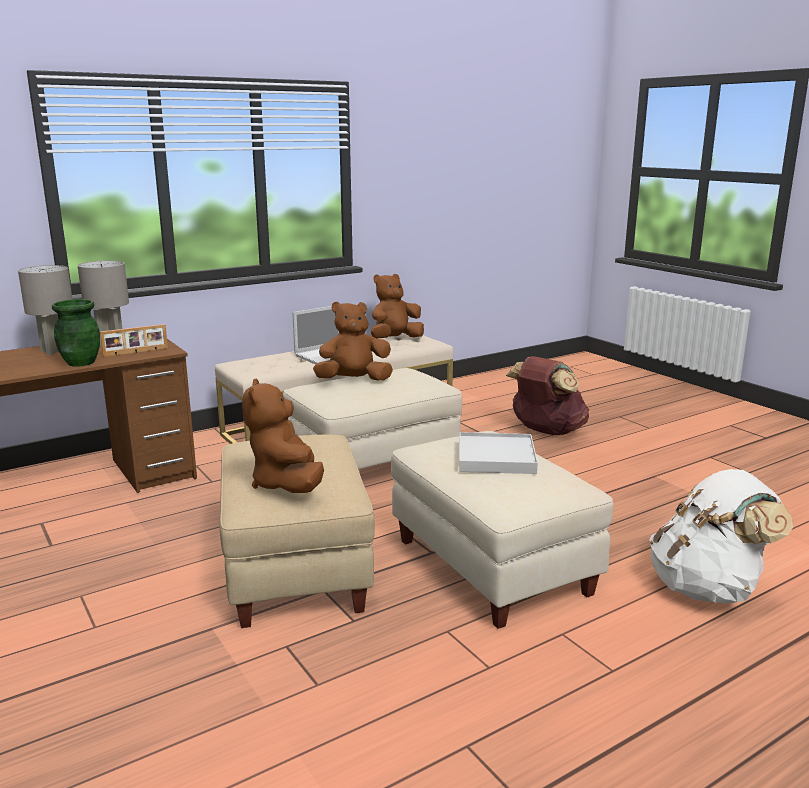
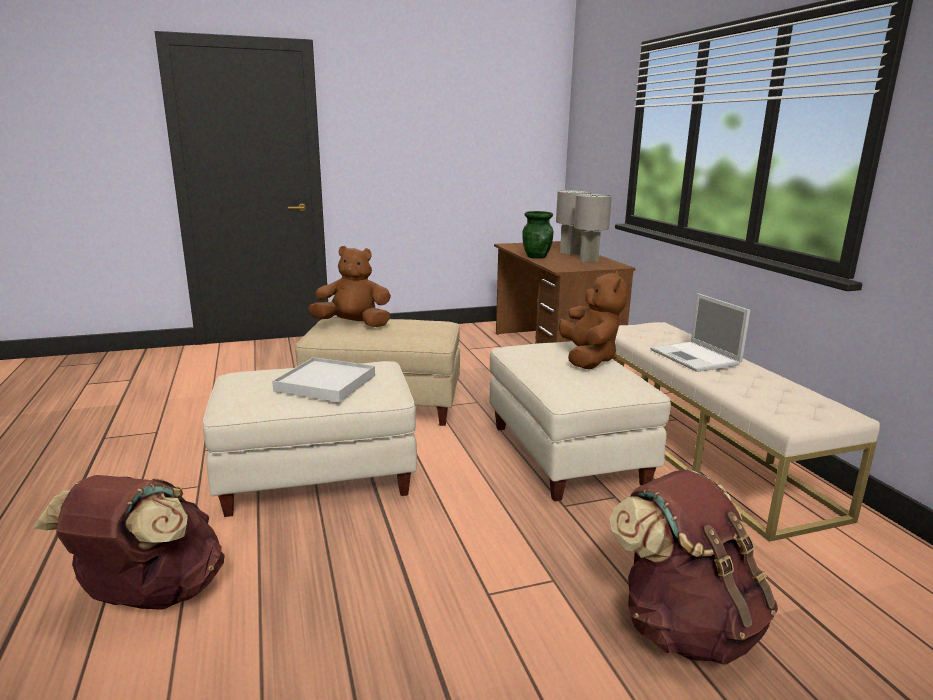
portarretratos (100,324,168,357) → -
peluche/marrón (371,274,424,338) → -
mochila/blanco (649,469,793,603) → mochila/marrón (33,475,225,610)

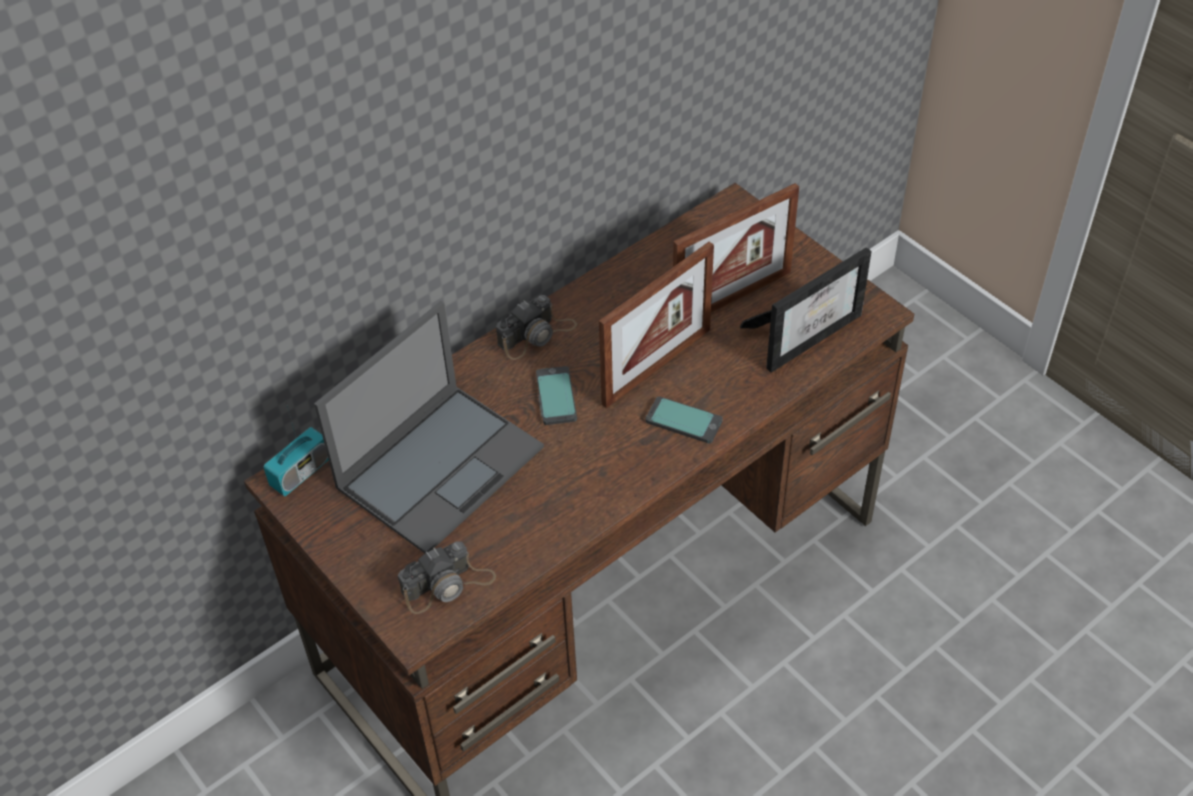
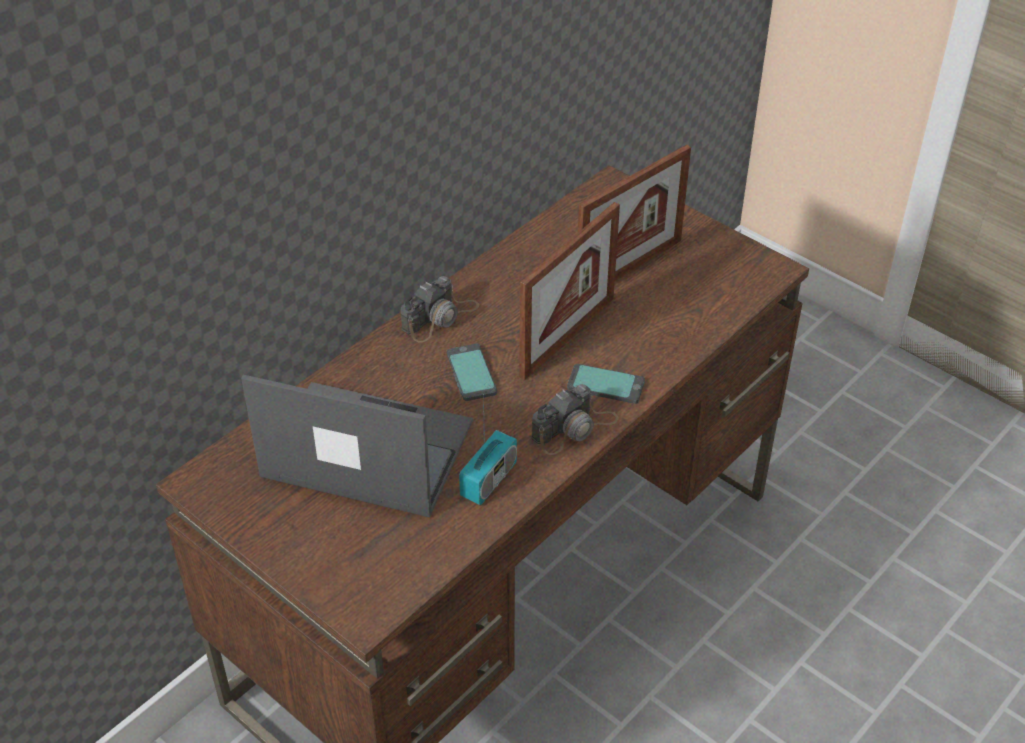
portarretratos (740,247,872,373) → -
radio (264,396,328,496) → radio (459,394,517,505), move
cámara (398,542,496,614) → cámara (532,384,619,455), move
portátil (314,301,544,553) → portátil (241,375,473,517), 105 degrees counterclockwise

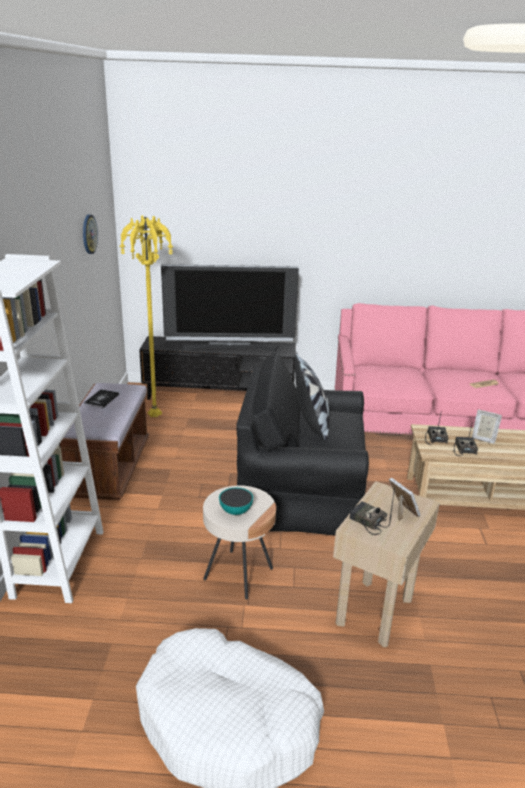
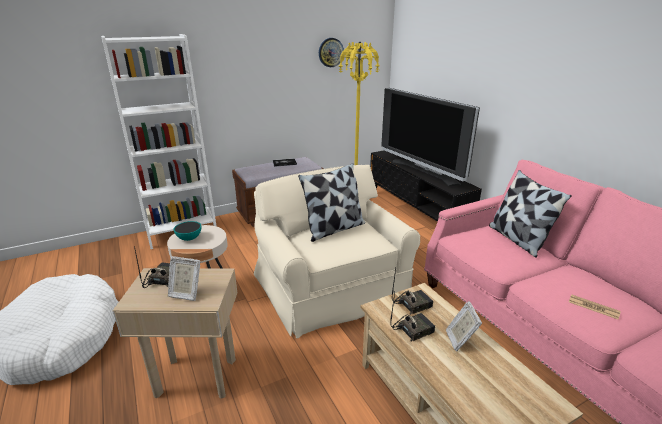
- → cojín (489,170,572,258)
sillón/negro (236,352,369,535) → sillón/beis (254,165,420,339)
portarretratos (389,478,421,521) → portarretratos (168,256,201,301), 75 degrees clockwise

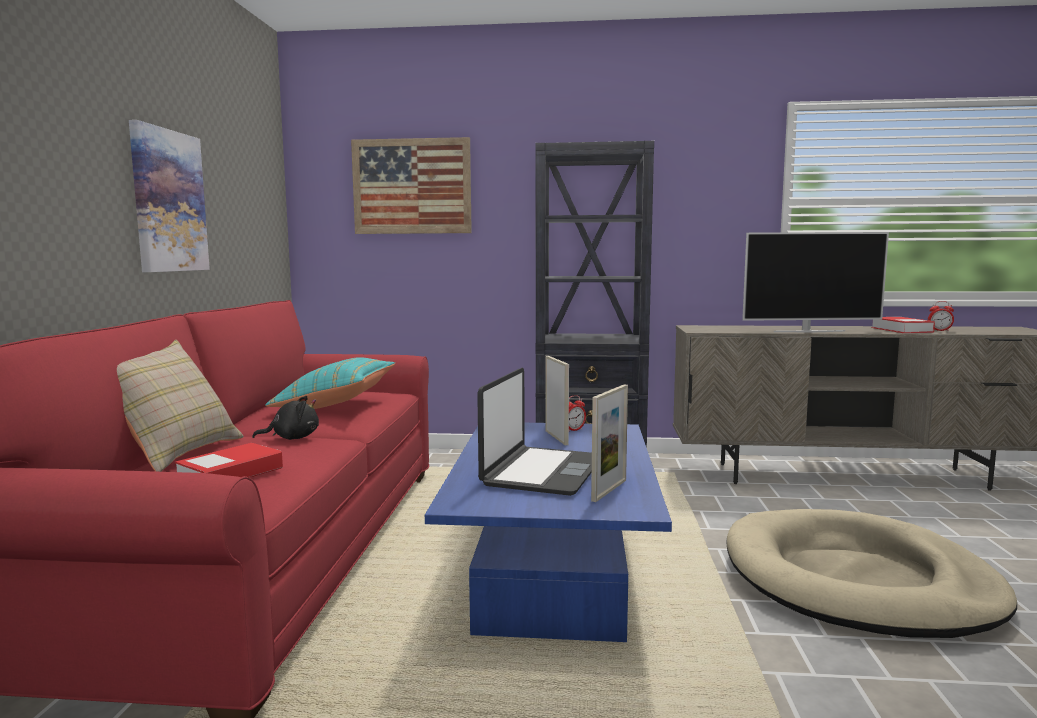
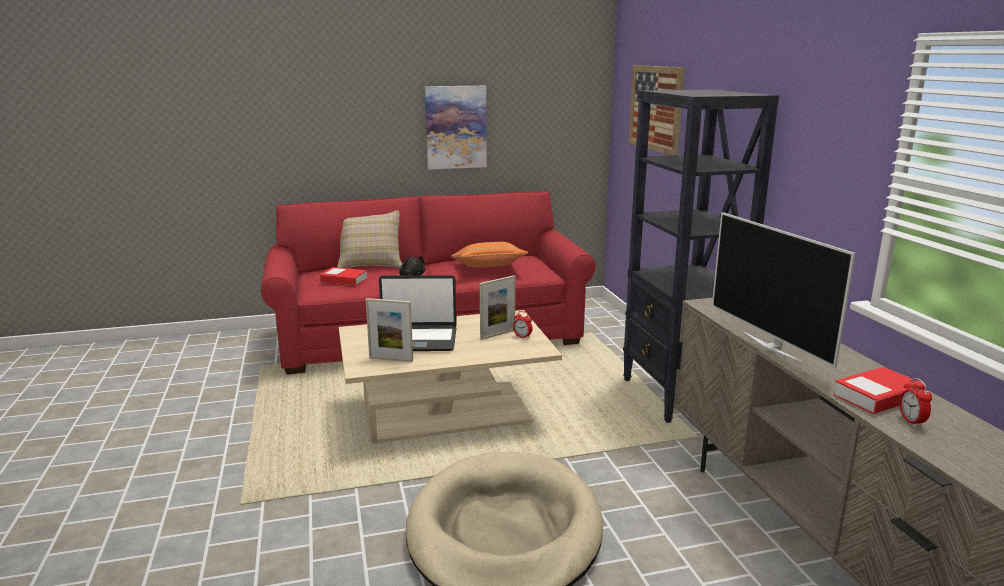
cojín/turquesa (265,357,395,409) → cojín/naranja (450,242,529,268)
mesa de centro/azul (425,423,672,642) → mesa de centro/beis (339,310,562,444)

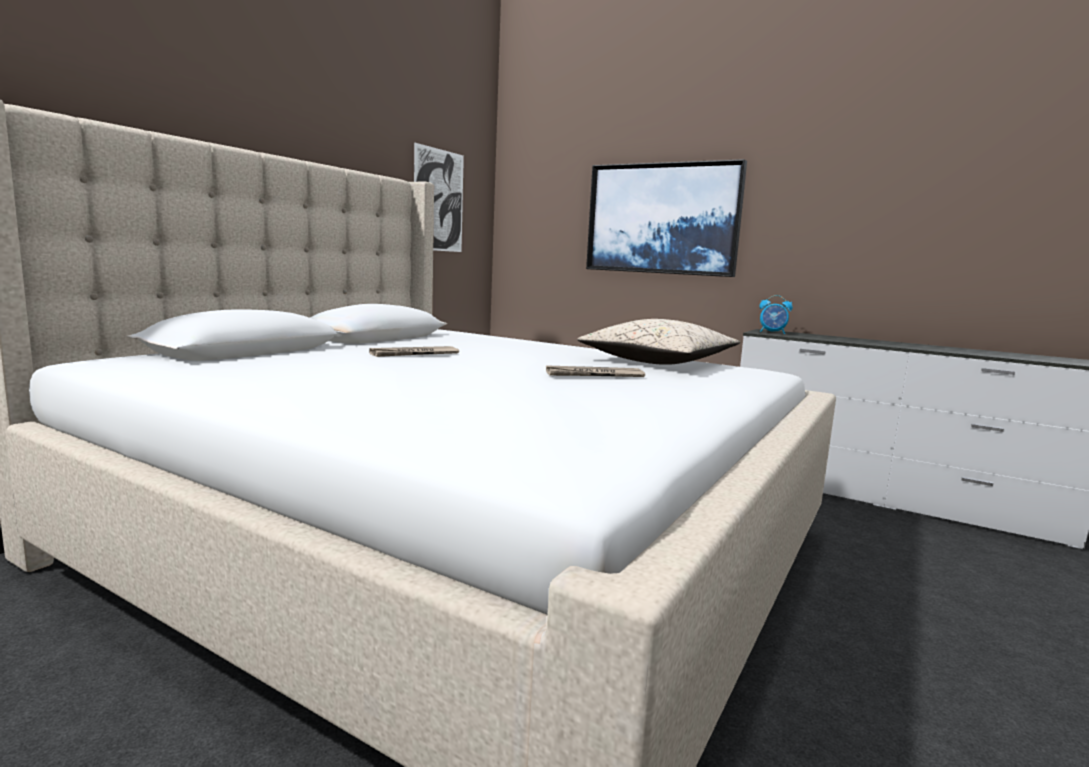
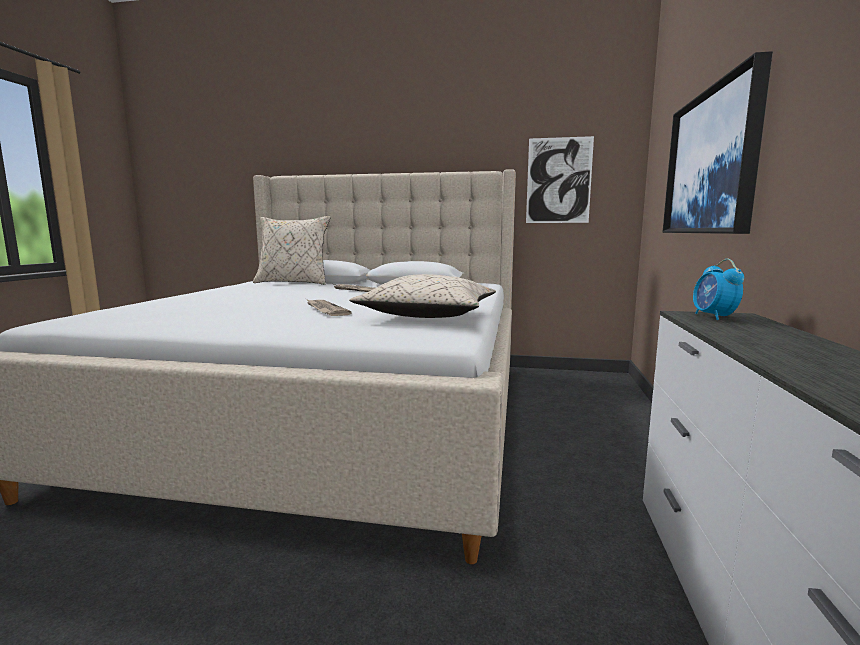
- → cojín/beis (253,216,331,285)

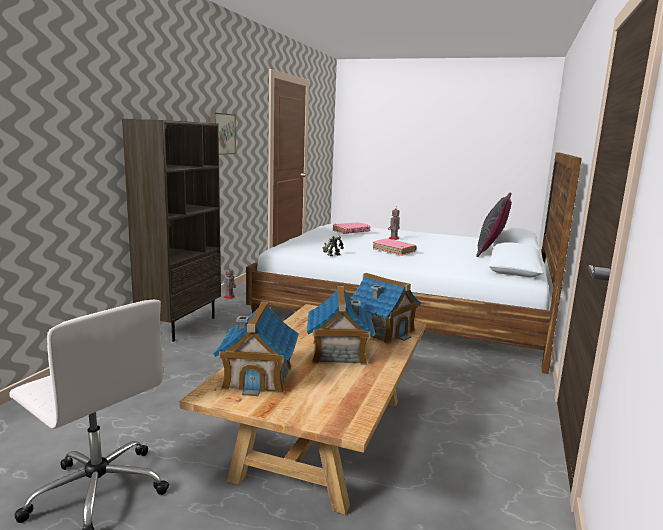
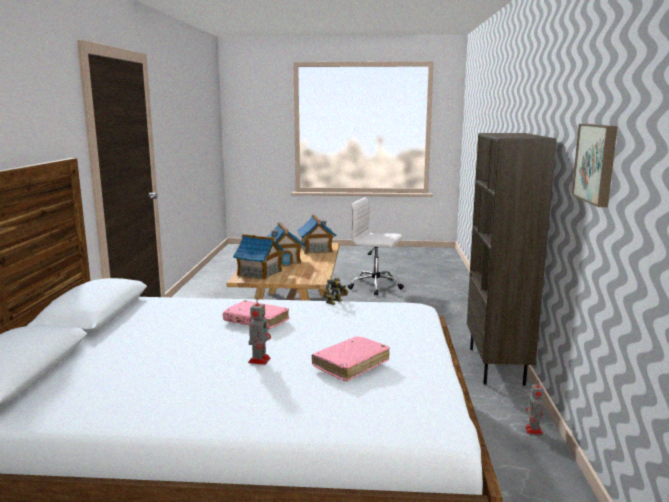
cojín/gris (476,192,512,257) → -

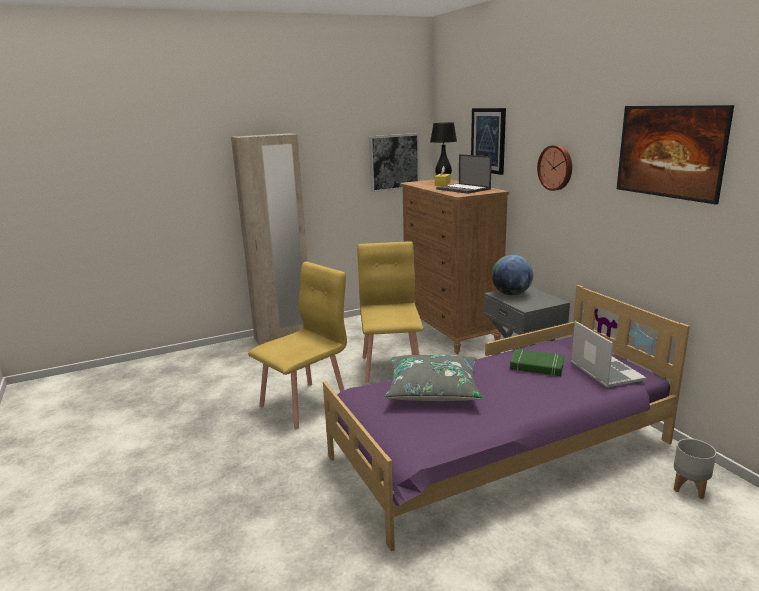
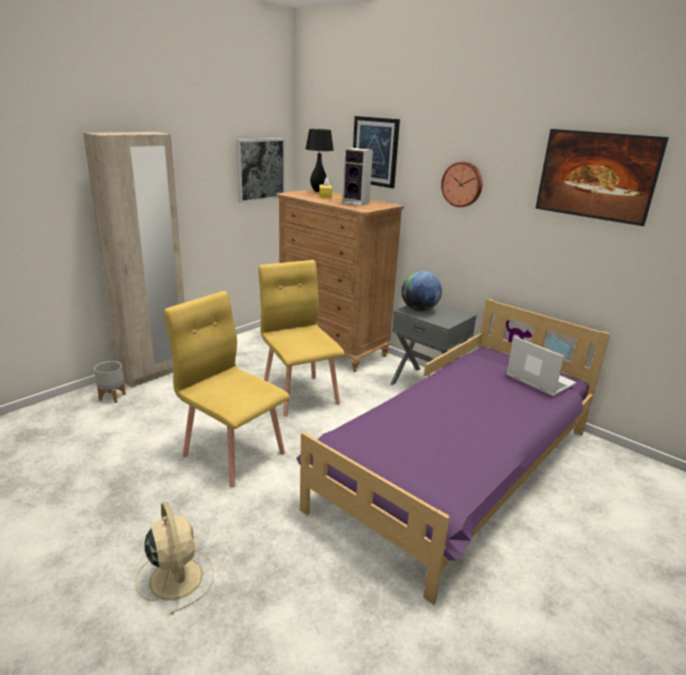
cojín/gris (384,355,483,401) → -
libro/verde (510,349,564,376) → -
- → ventilador/beis (135,502,214,615)
maceta/gris (674,439,716,499) → maceta/gris (94,361,126,403), move
portátil (436,154,492,194) → altavoz (342,148,373,206)
silla/amarillo (248,262,347,429) → silla/amarillo (164,291,290,488), 75 degrees counterclockwise

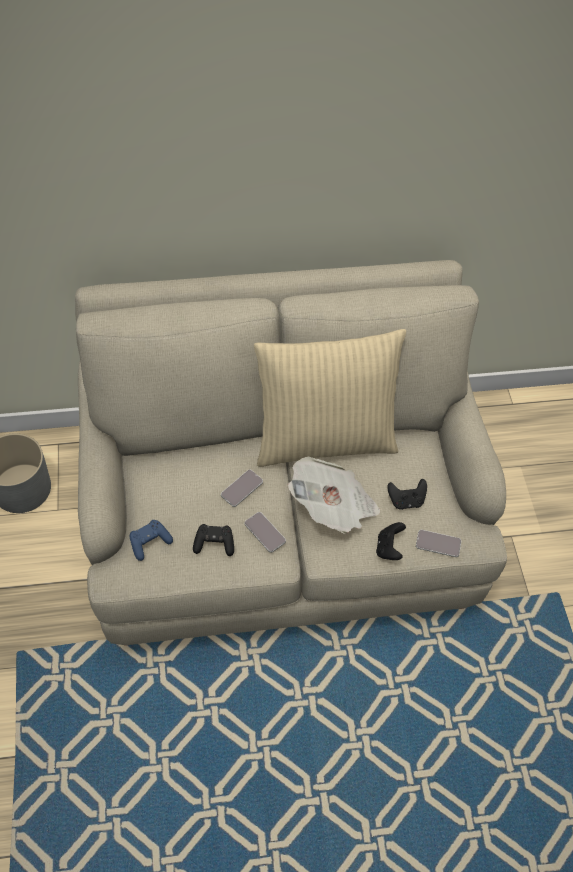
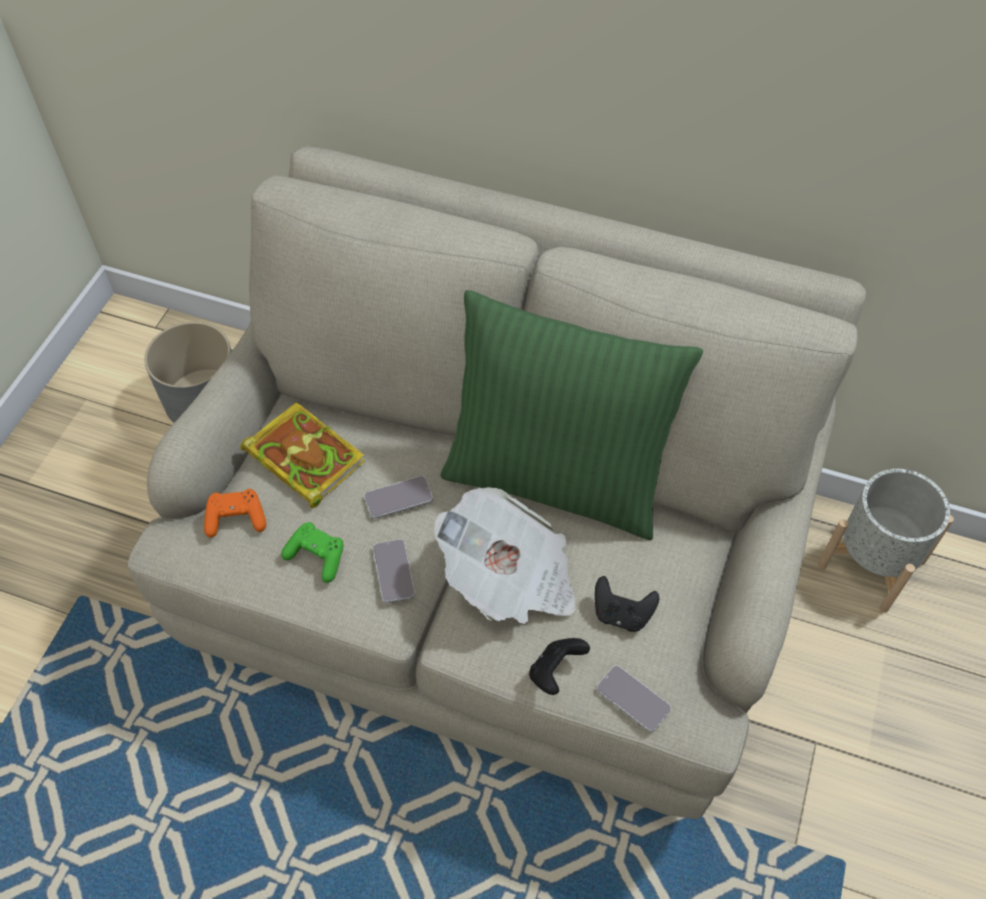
- → libro (240,402,365,508)
- → maceta/gris (818,469,954,613)
mando de consola/azul (130,520,173,561) → mando de consola/naranja (204,489,266,538)
mando de consola/negro (193,524,234,556) → mando de consola/verde (281,522,343,583)
cojín/beis (254,329,406,467) → cojín/verde (440,290,703,540)

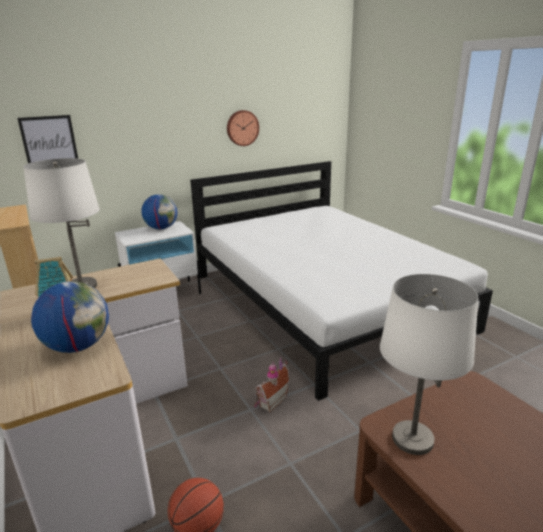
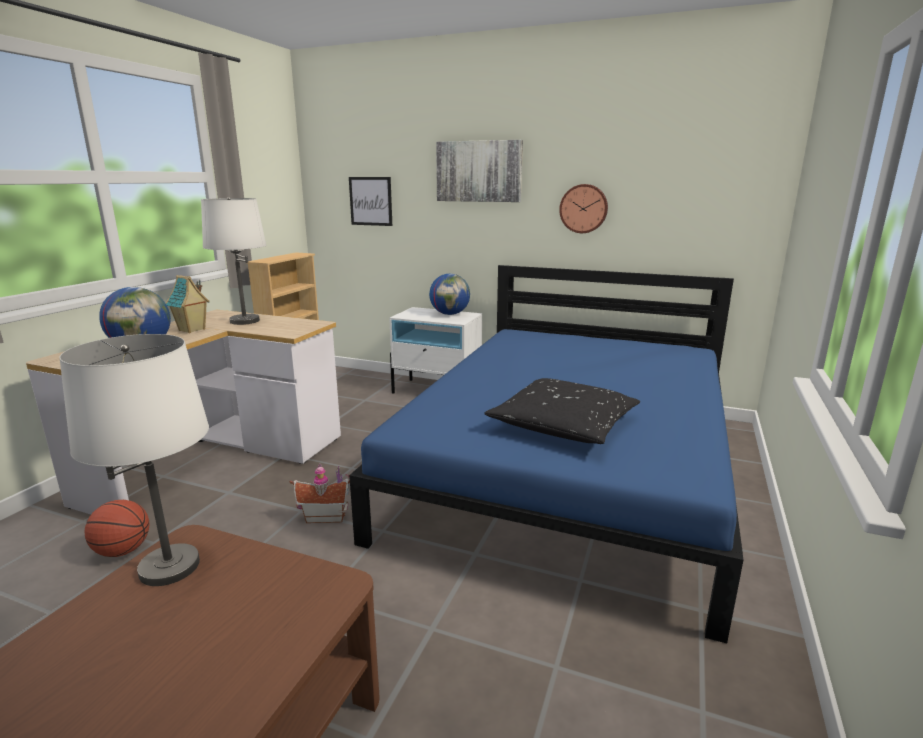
- → cuadro (436,140,523,202)
- → cojín/negro (484,378,640,444)
cama/blanco (190,161,493,401) → cama/azul (349,265,743,643)

